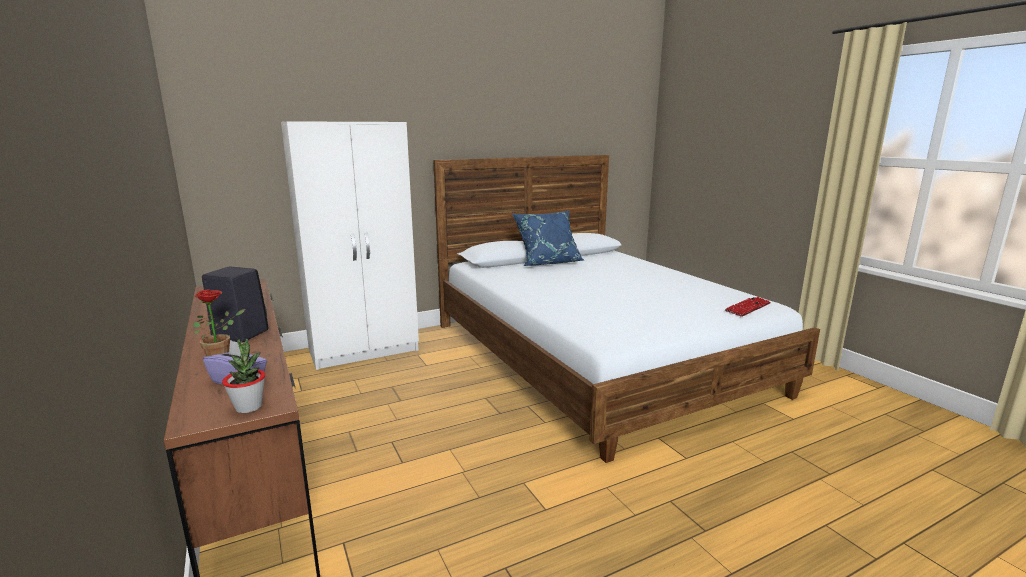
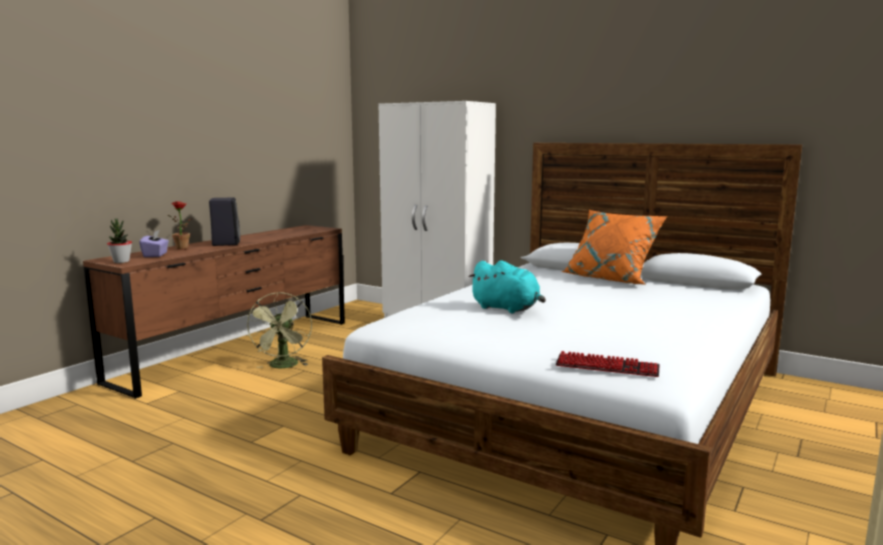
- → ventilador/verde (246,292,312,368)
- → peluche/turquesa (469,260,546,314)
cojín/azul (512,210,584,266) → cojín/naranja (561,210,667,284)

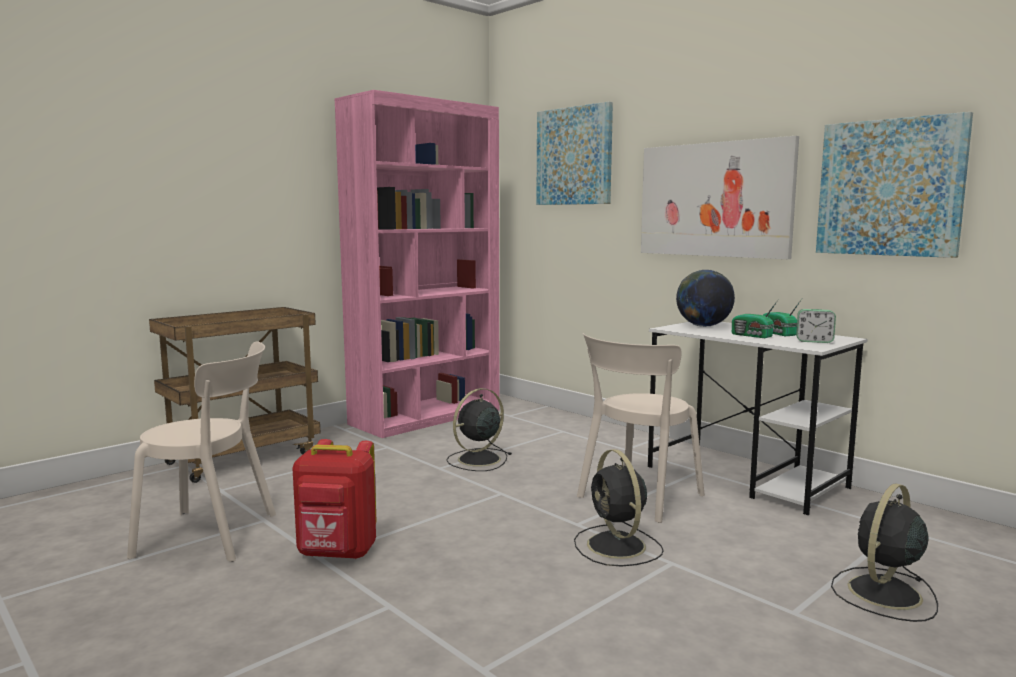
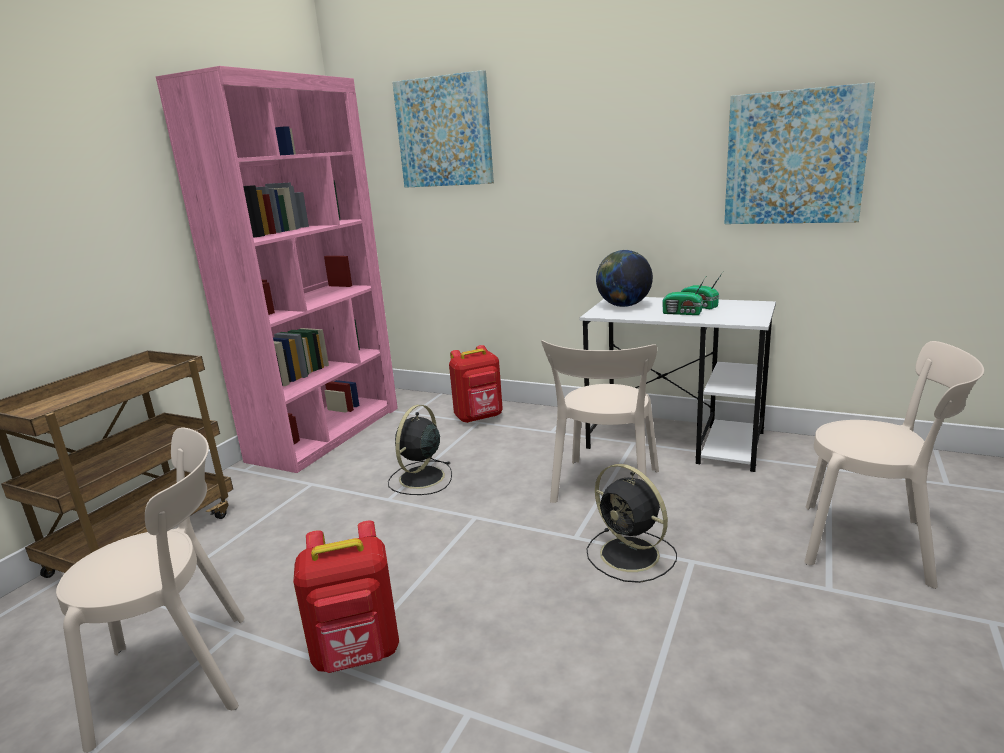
cuadro (641,136,799,259) → -
despertador (796,309,836,343) → -
- → mochila/rojo (449,345,503,423)
ventilador/negro (831,483,938,622) → silla/beis (804,341,984,589)

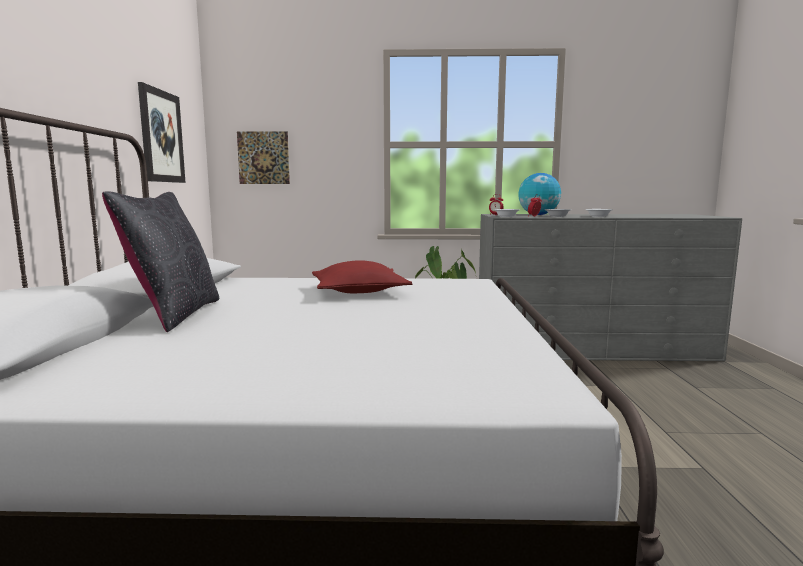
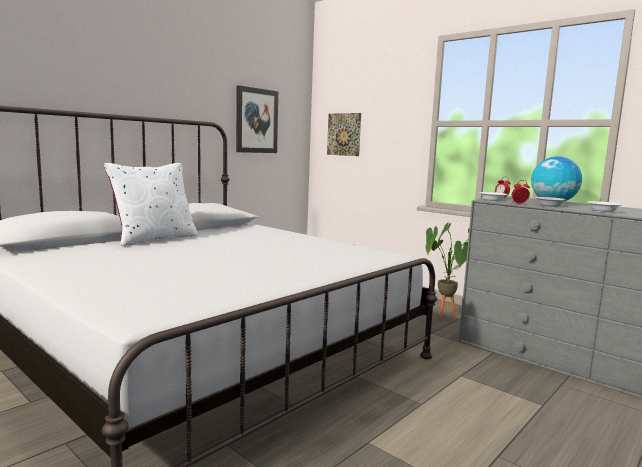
cojín/rojo (312,260,412,293) → -
cojín/negro (102,191,219,332) → cojín/blanco (104,163,198,246)

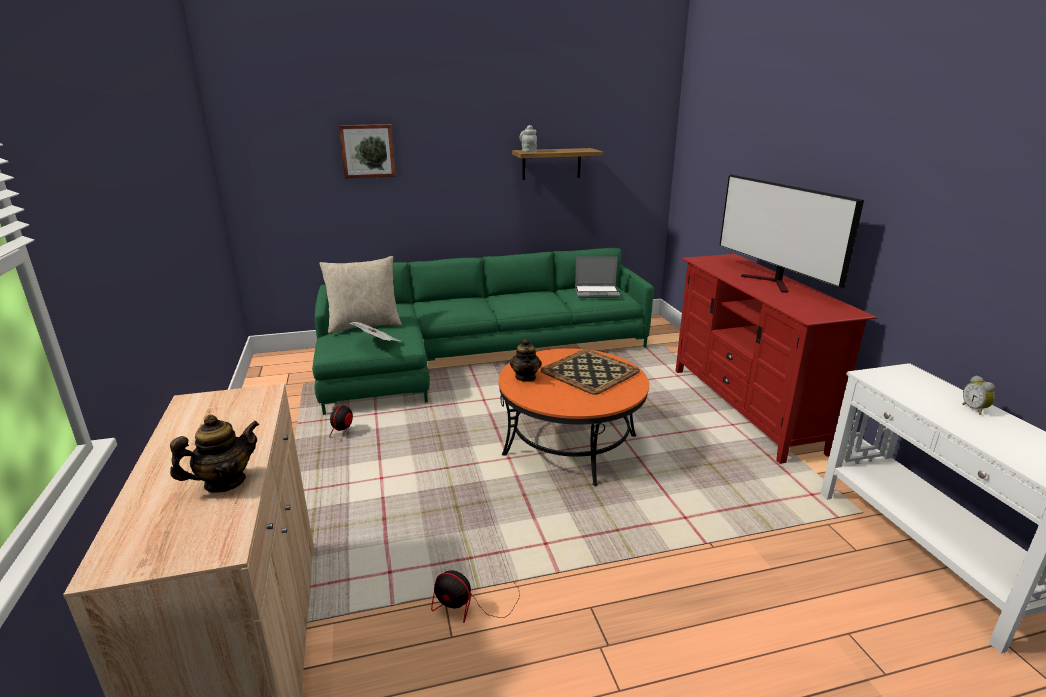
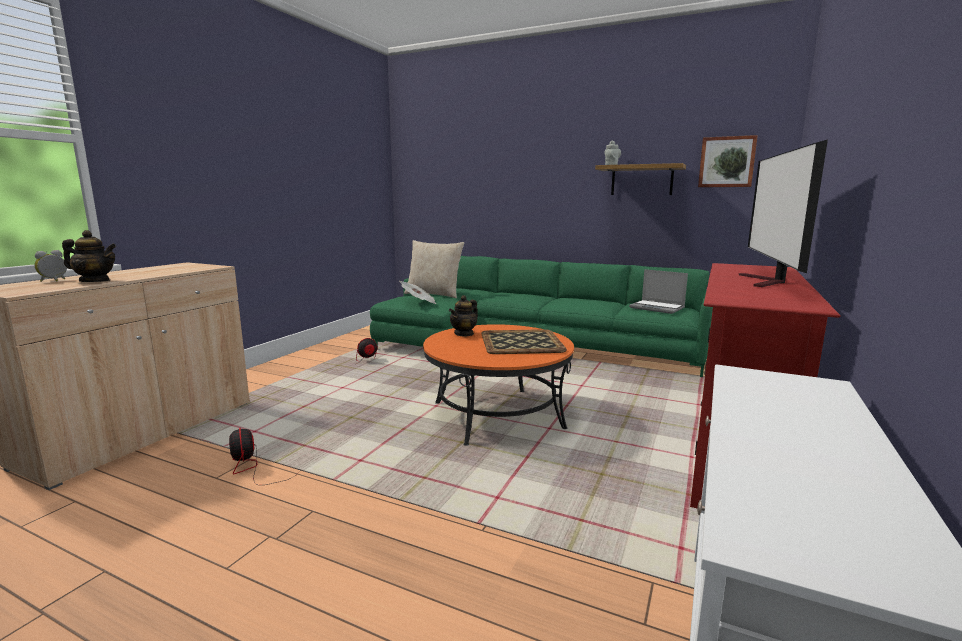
cuadro (339,124,396,178) → cuadro (698,135,758,187), move
despertador (963,375,995,415) → despertador (35,250,67,282), move

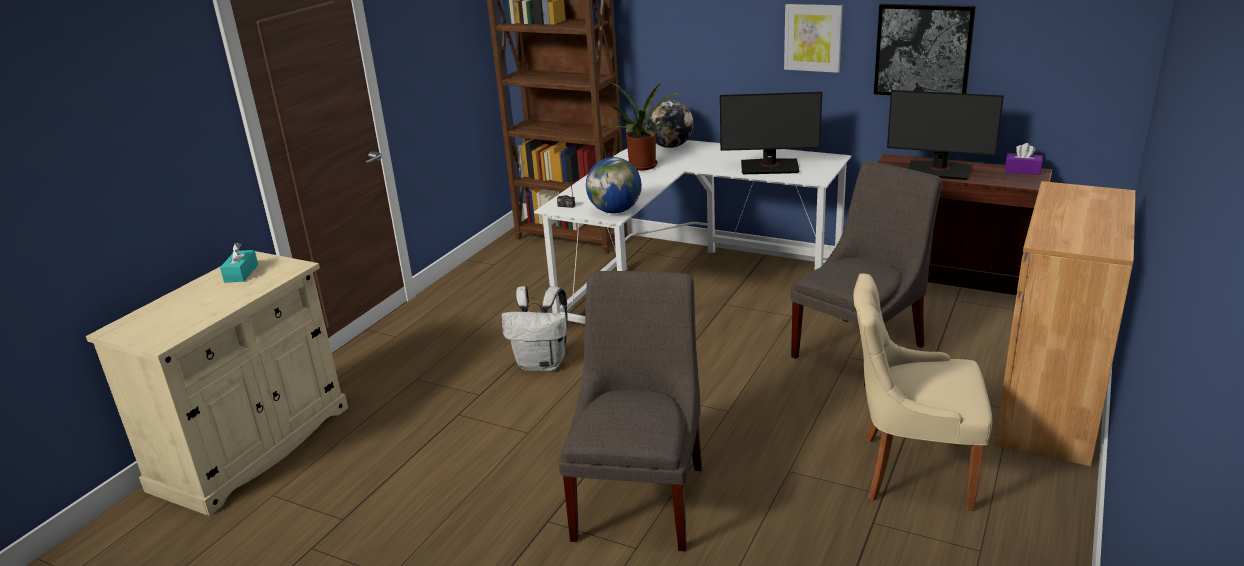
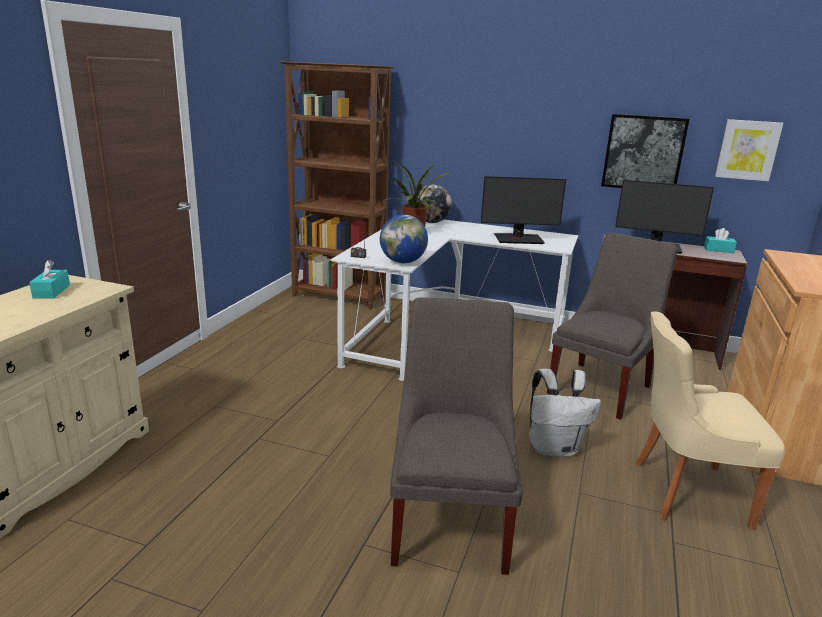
mochila/blanco (501,286,567,371) → mochila/blanco (529,369,601,457), move
cuadro (784,4,843,73) → cuadro (715,119,783,181), move
caja de pañuelos/morado (1005,143,1043,175) → caja de pañuelos/turquesa (704,228,737,253)

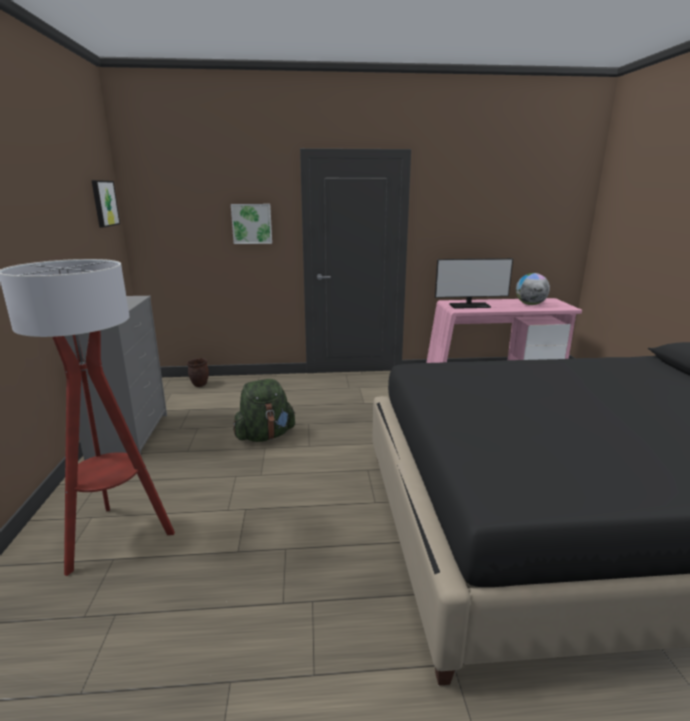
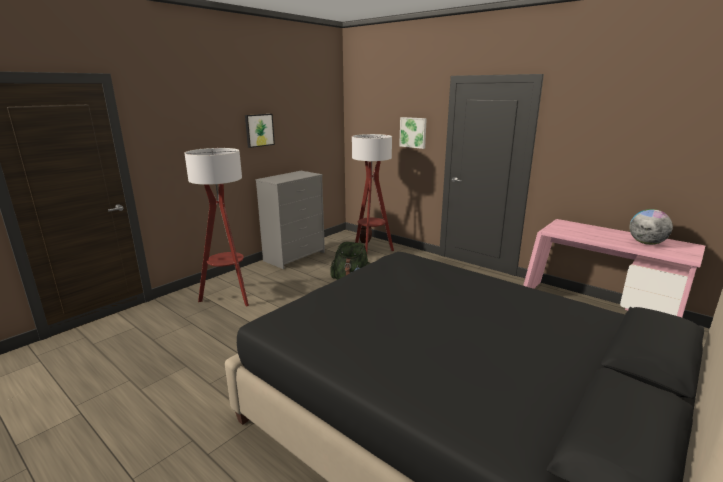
monitor (435,258,513,309) → -
- → lámpara de pie (352,134,394,252)
cuadro (91,180,120,227) → cuadro (245,114,275,148), move

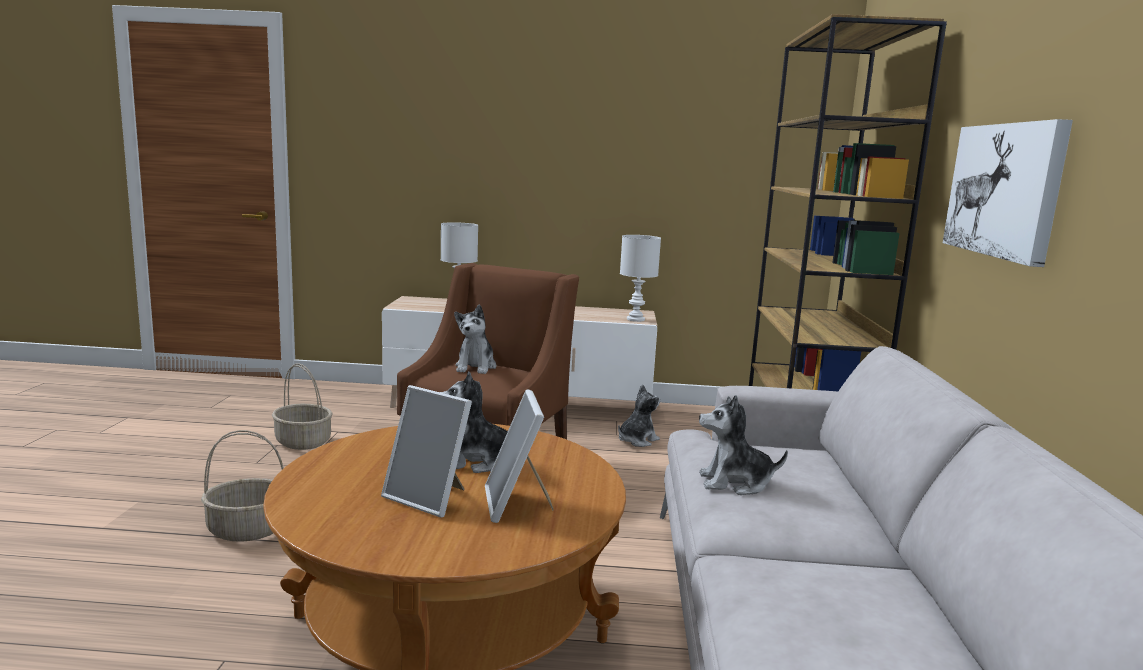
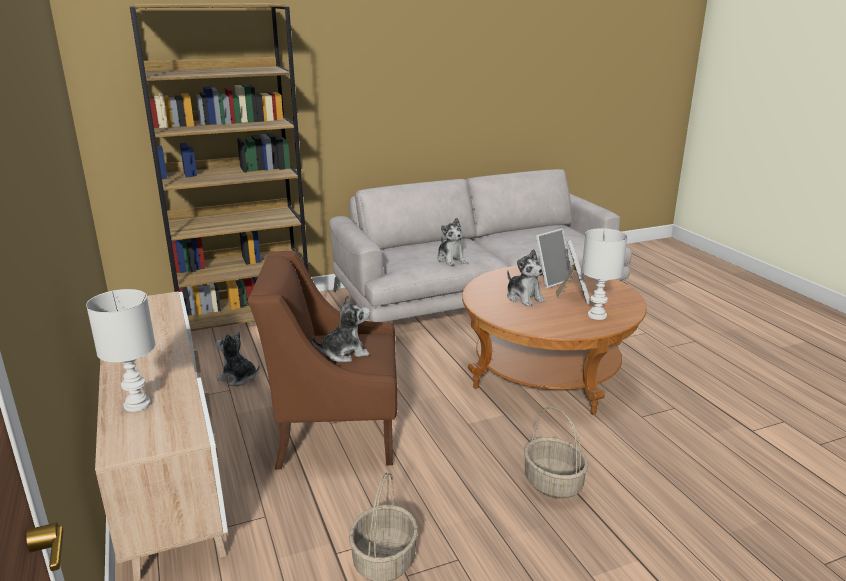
cuadro (943,119,1073,267) → -
lámpara de mesa/blanco (620,235,661,322) → lámpara de mesa/blanco (582,228,628,320), move

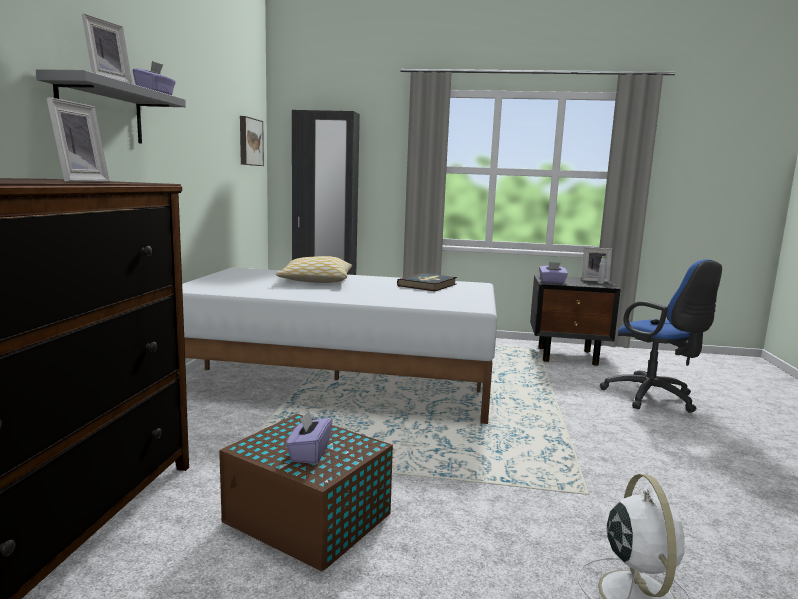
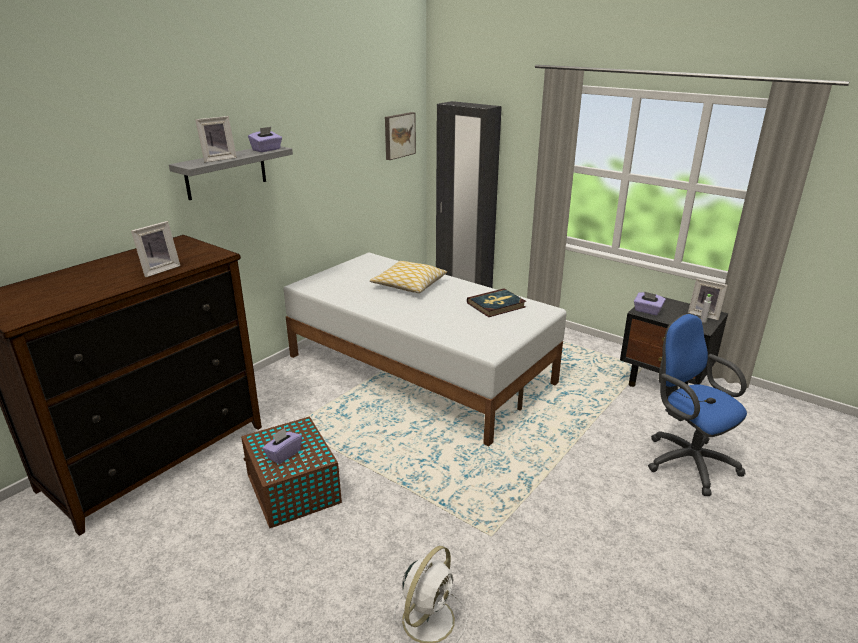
silla de oficina/azul (600,259,722,413) → silla de oficina/azul (648,314,747,496), 150 degrees clockwise

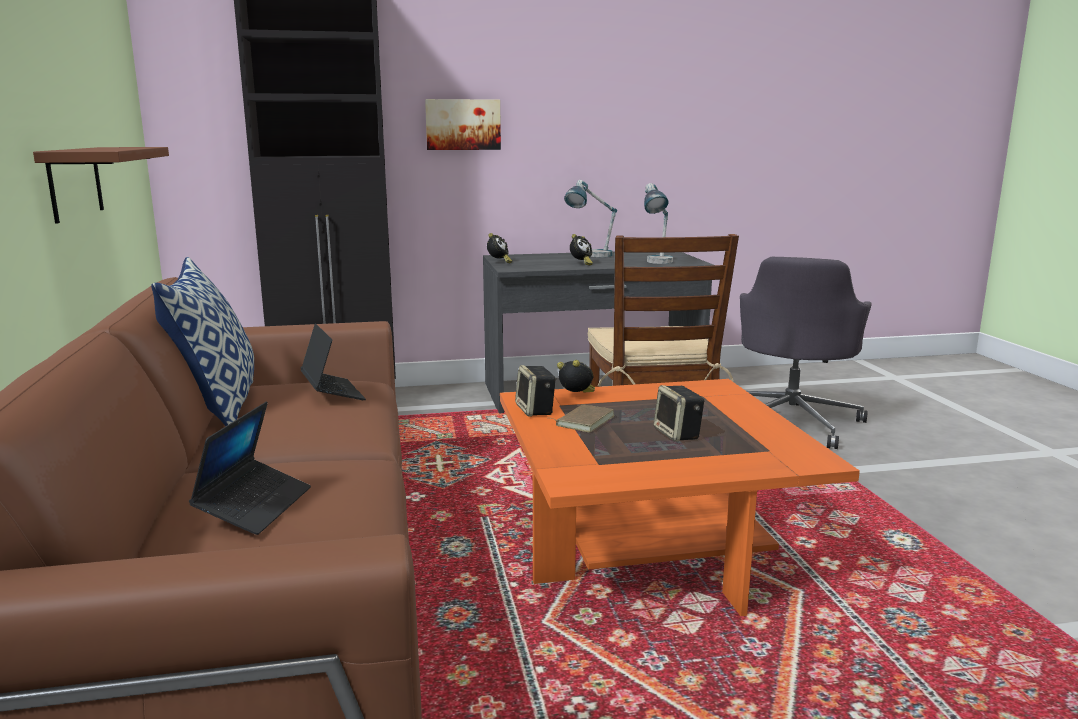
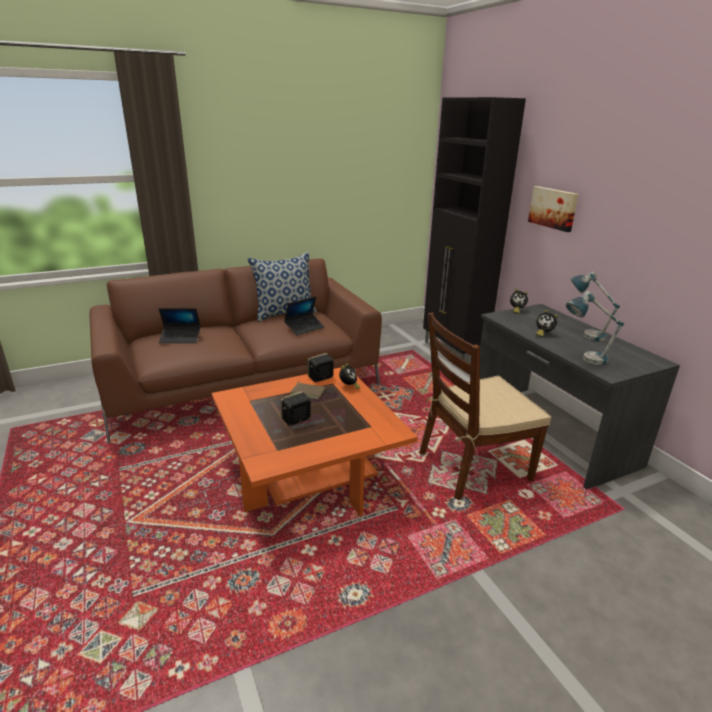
estante/marrón (33,147,169,224) → -
silla de oficina/gris (740,257,872,449) → -

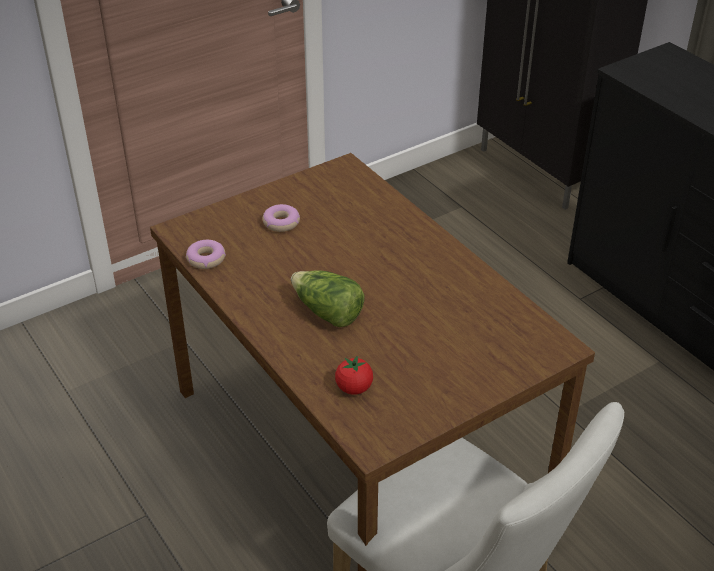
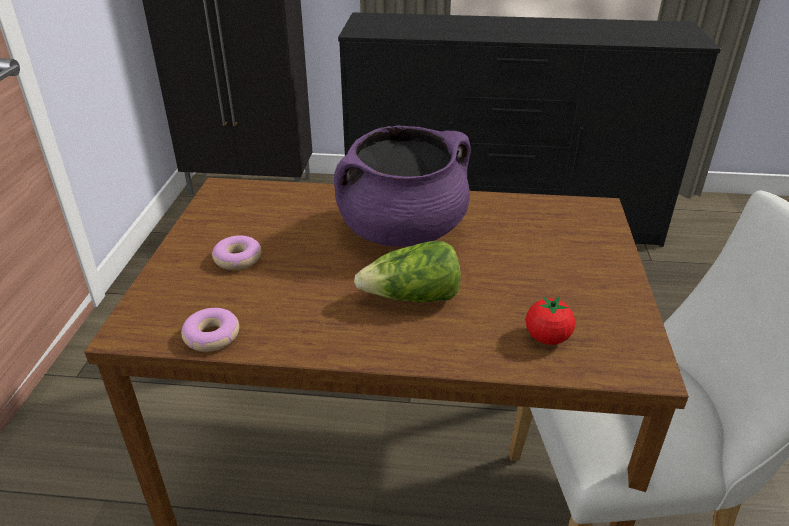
- → olla/morado (334,125,471,247)

